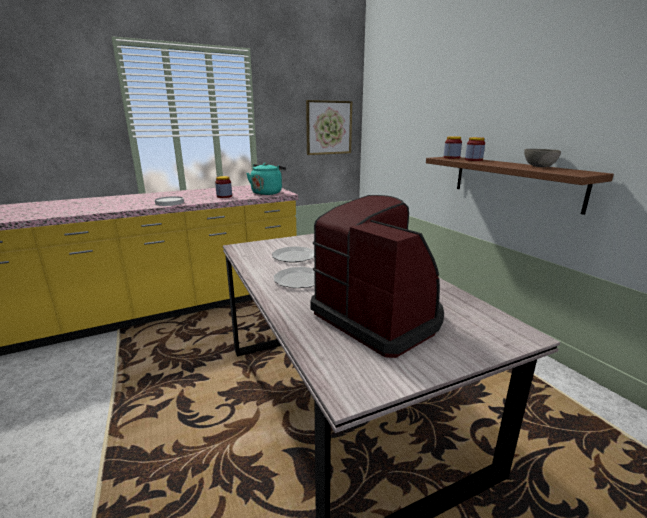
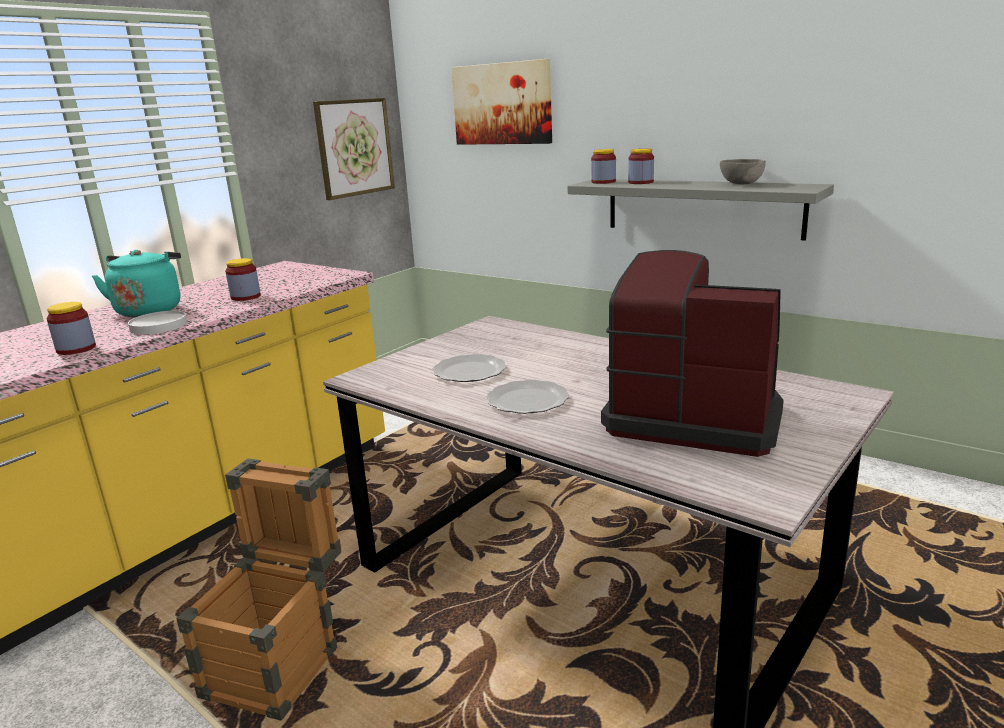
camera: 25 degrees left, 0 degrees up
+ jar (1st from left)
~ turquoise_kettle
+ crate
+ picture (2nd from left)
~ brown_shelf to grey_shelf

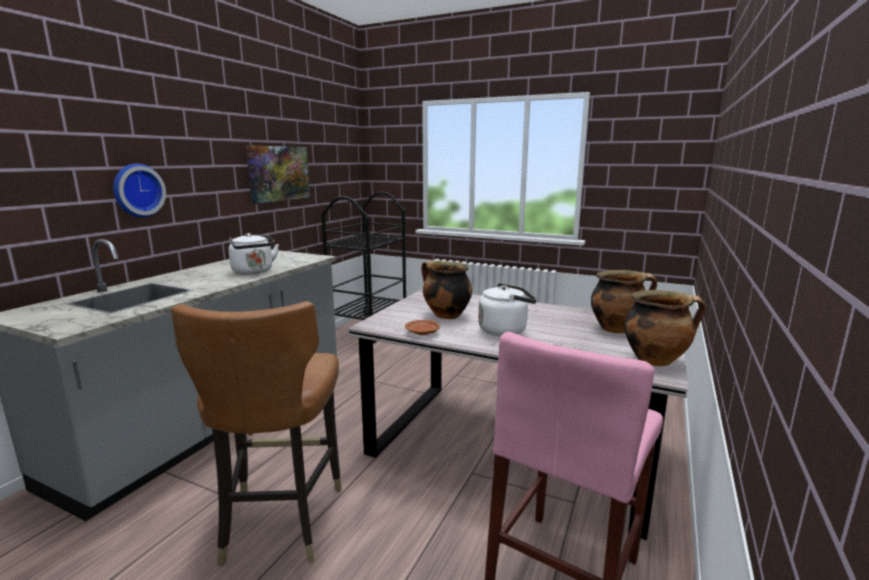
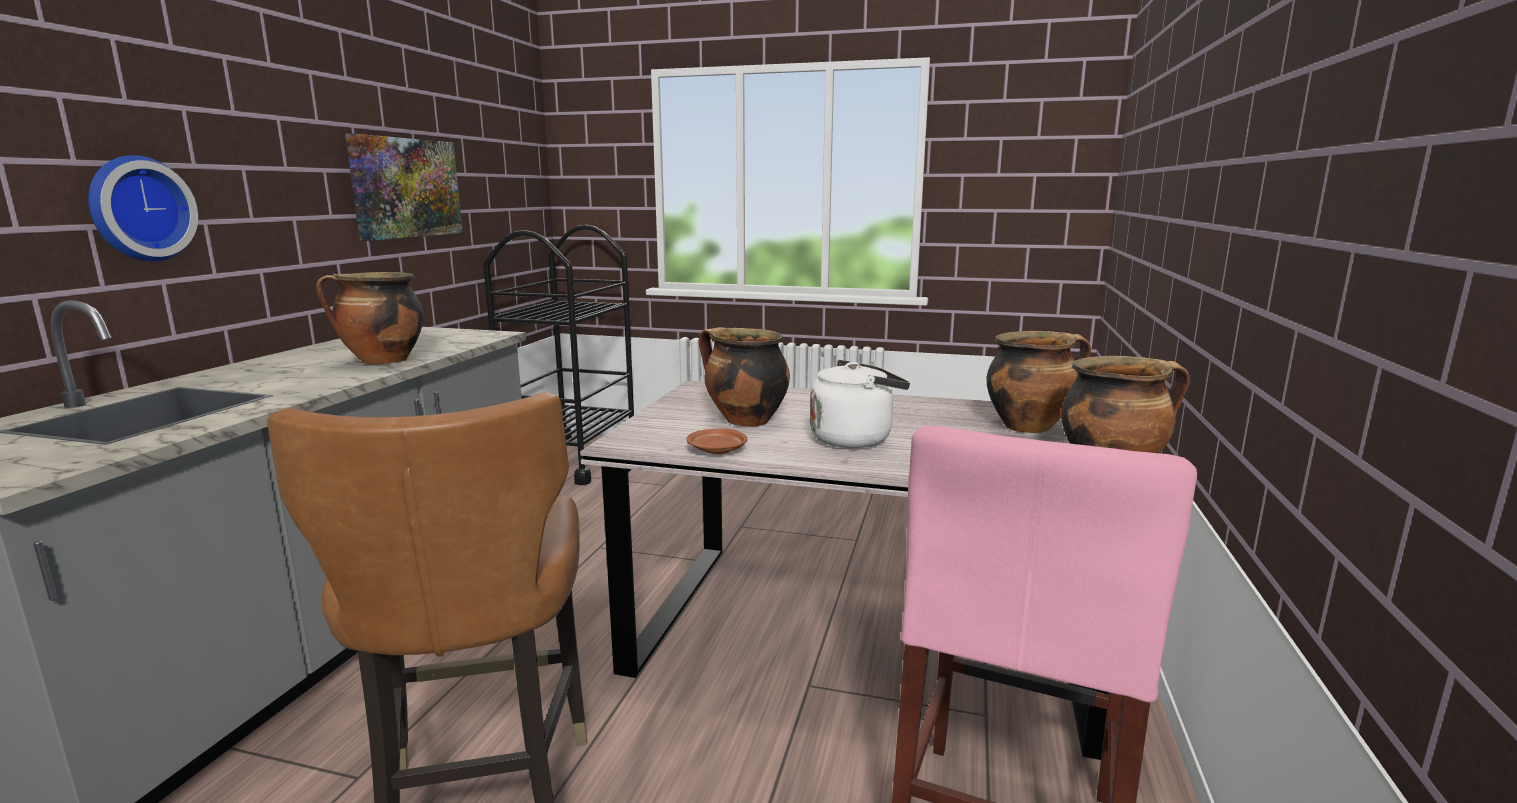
camera: 10 degrees left, 0 degrees up
~ white_kettle (1st from left) to cooking_pot (1st from left)

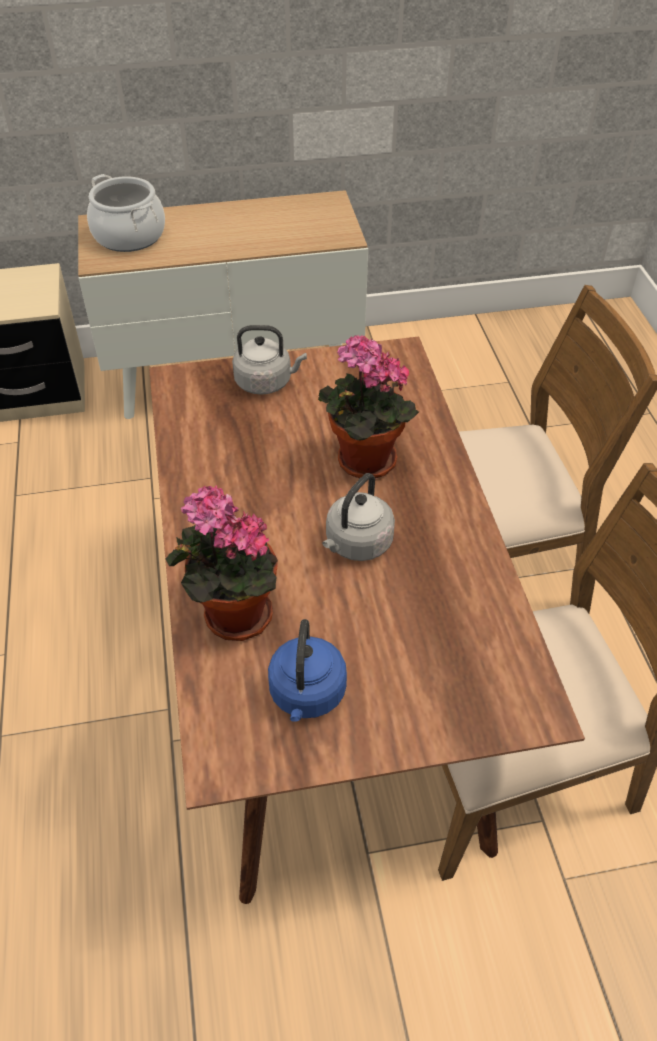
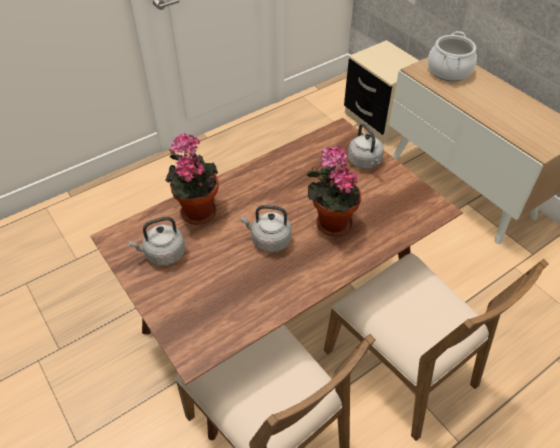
camera: 65 degrees right, 0 degrees up
~ blue_kettle to grey_kettle (1st from left)

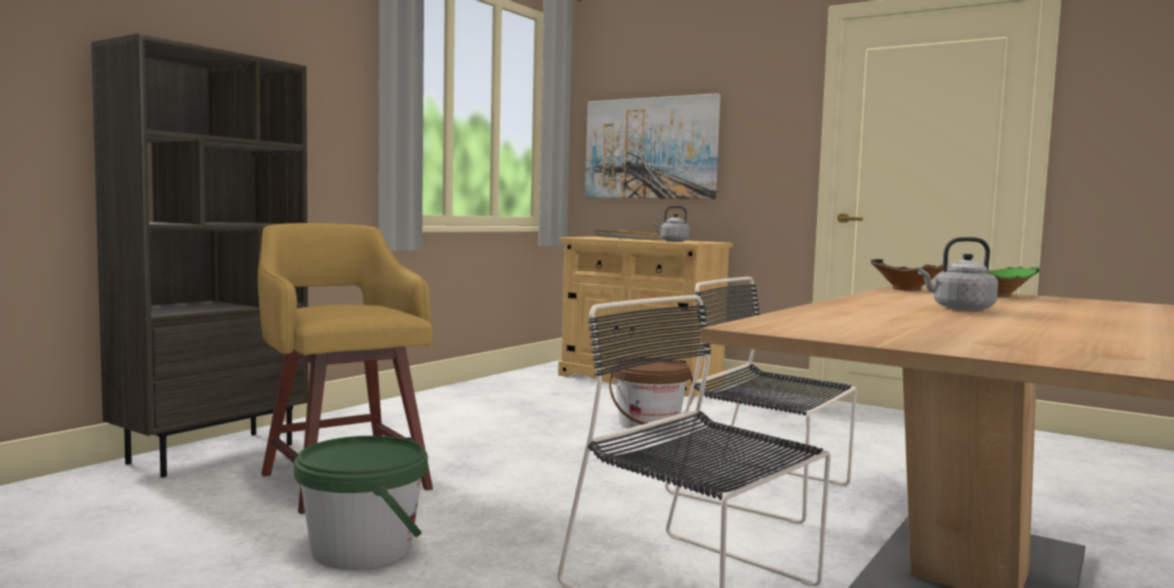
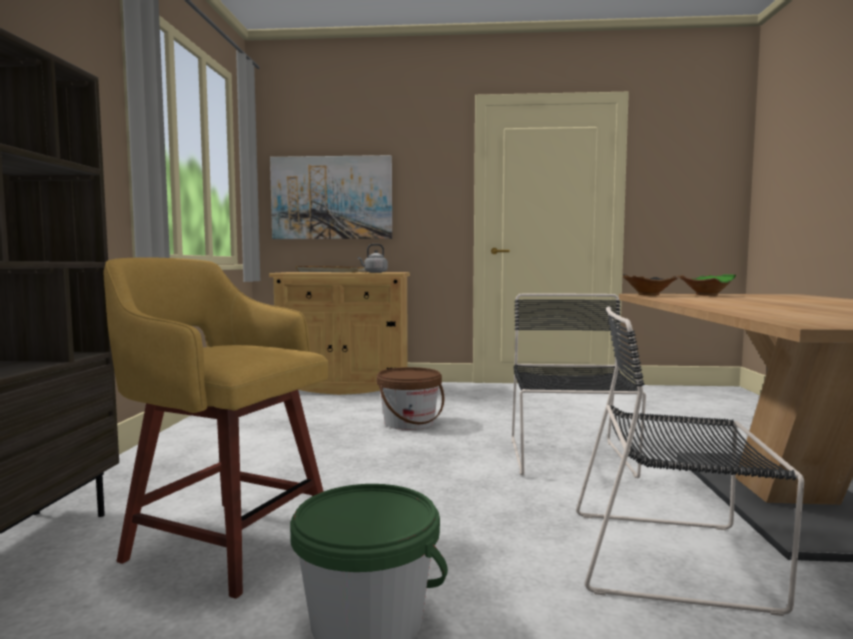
camera: 30 degrees left, 0 degrees up
~ black_chair (2nd from left in the first image) 90 degrees clockwise
- grey_kettle (2nd from left)

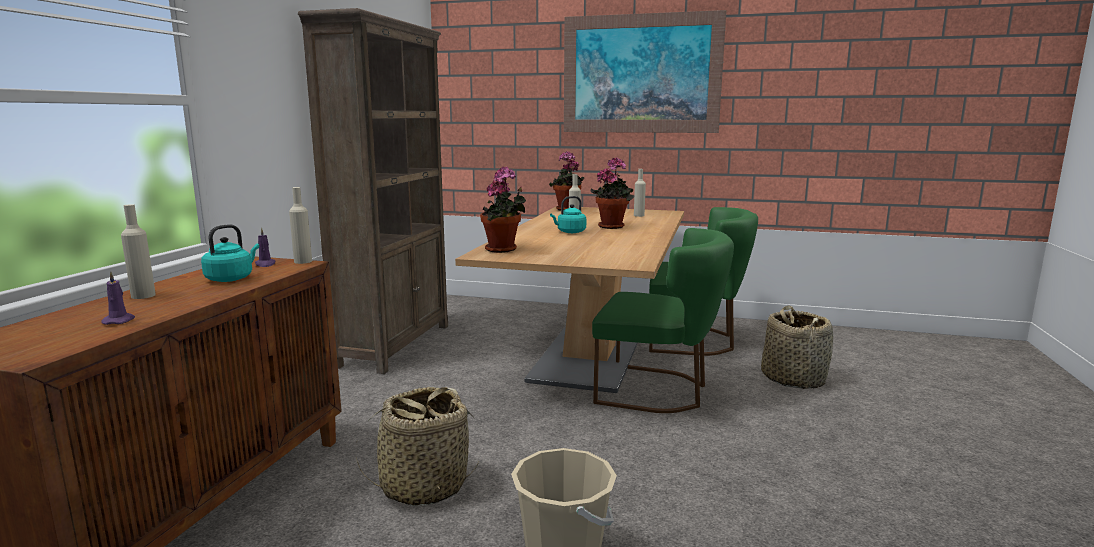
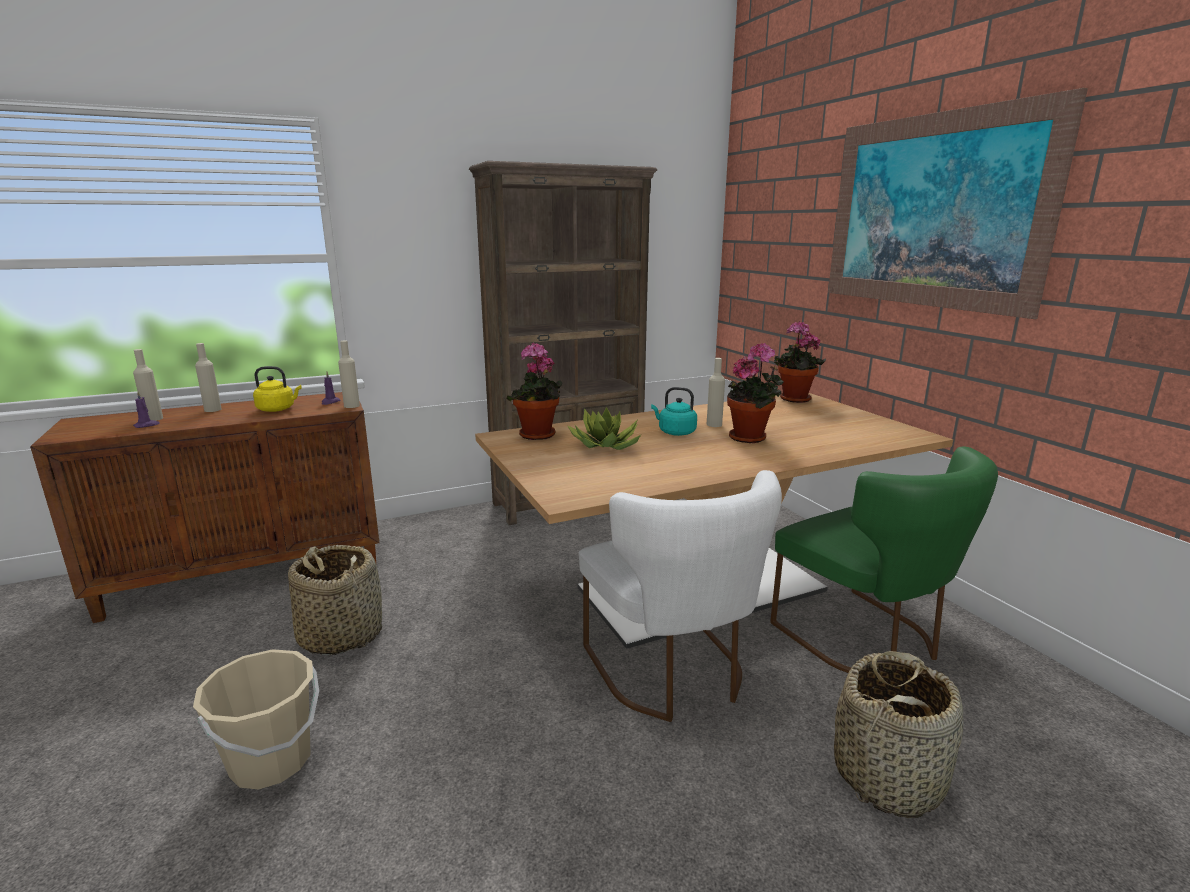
camera: 50 degrees right, 5 degrees up
~ beige_bottle (4th from left in the first image) to beige_bottle (1st from left)
~ turquoise_kettle (1st from left) to yellow_kettle
+ potted_plant (2nd from left)
~ green_chair (1st from left) to white_chair

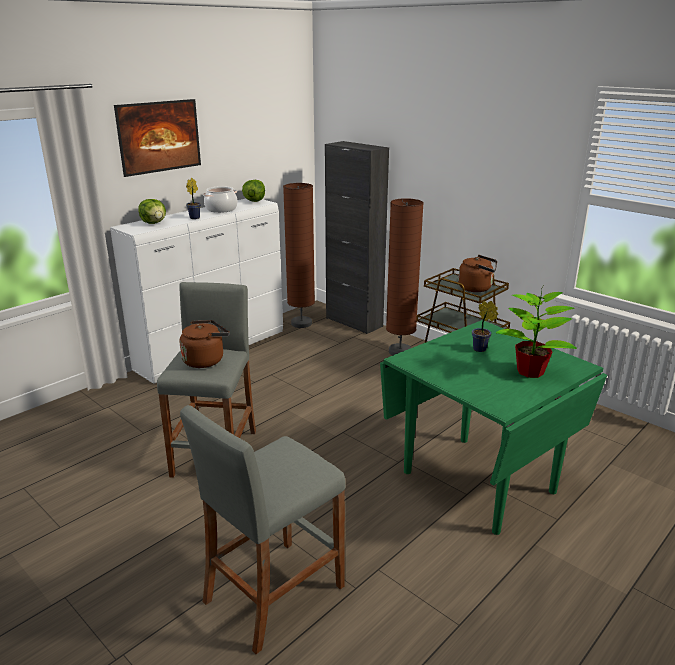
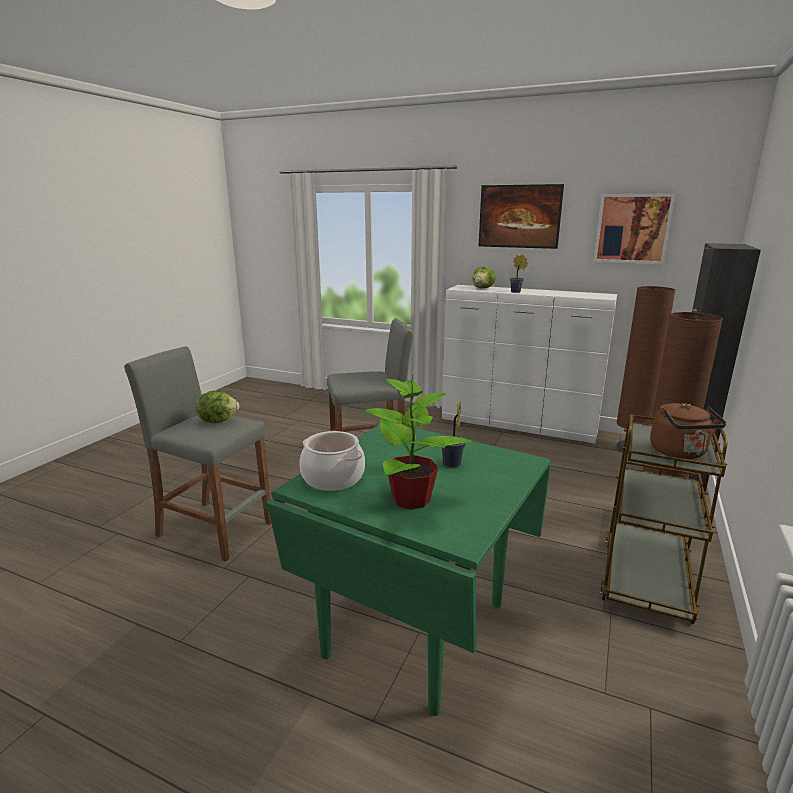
camera: 70 degrees right, 5 degrees down
~ lettuce (2nd from left in the first image) to lettuce (1st from left)
~ cooking_pot
+ picture (2nd from left)
- brown_kettle (1st from left)

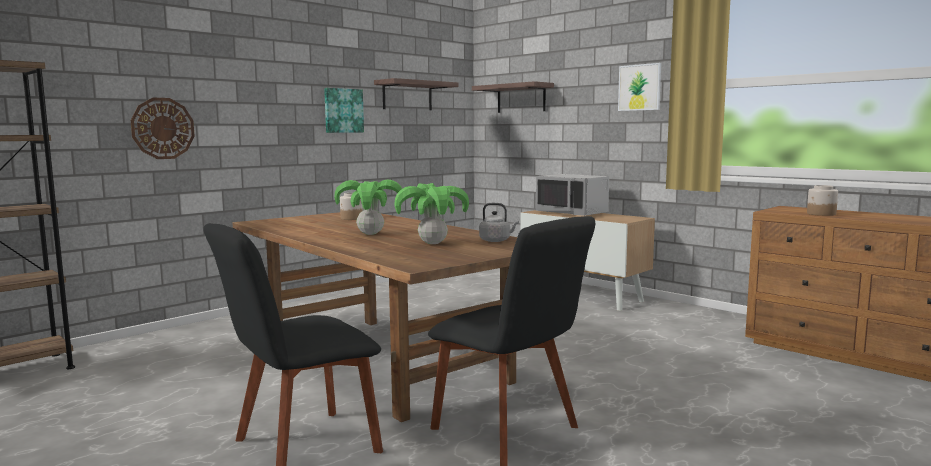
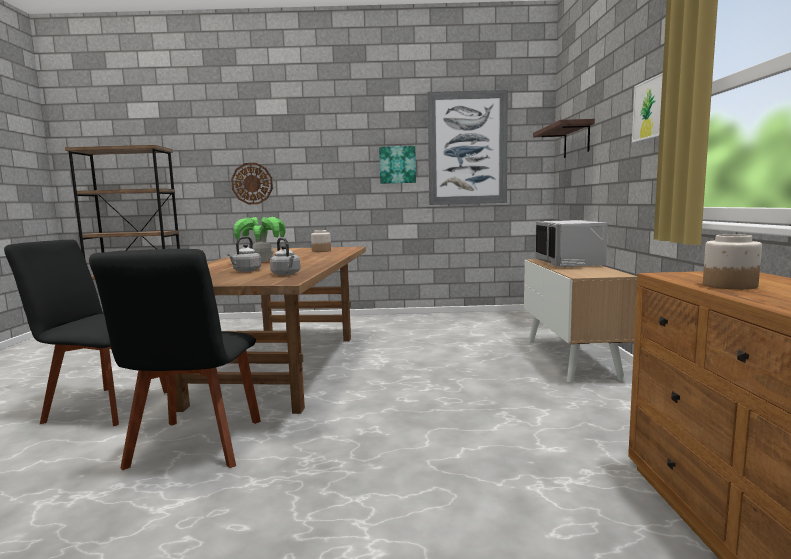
camera: 45 degrees right, 0 degrees up
~ potted_plant (2nd from left) to grey_kettle (1st from left)
~ shelf (1st from left) to picture (2nd from left)

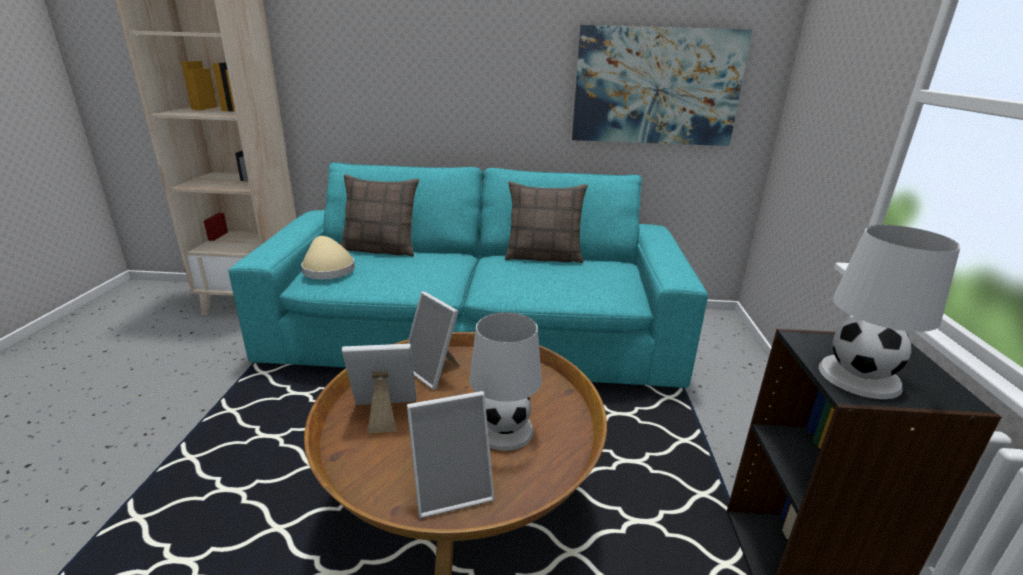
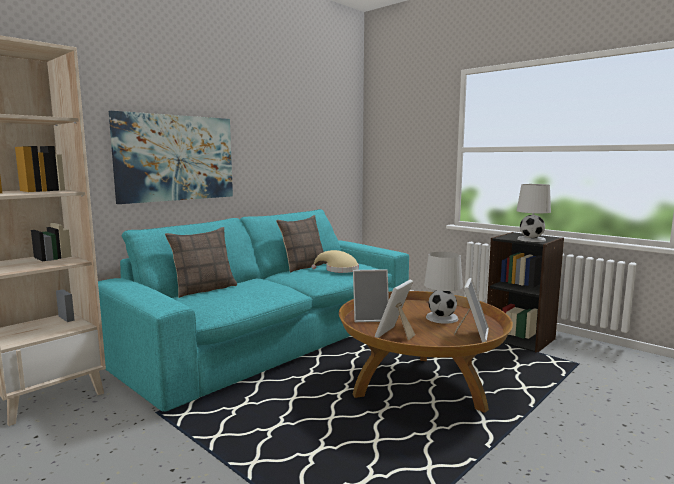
camera: 50 degrees left, 15 degrees down
~ picture
~ beige_hat

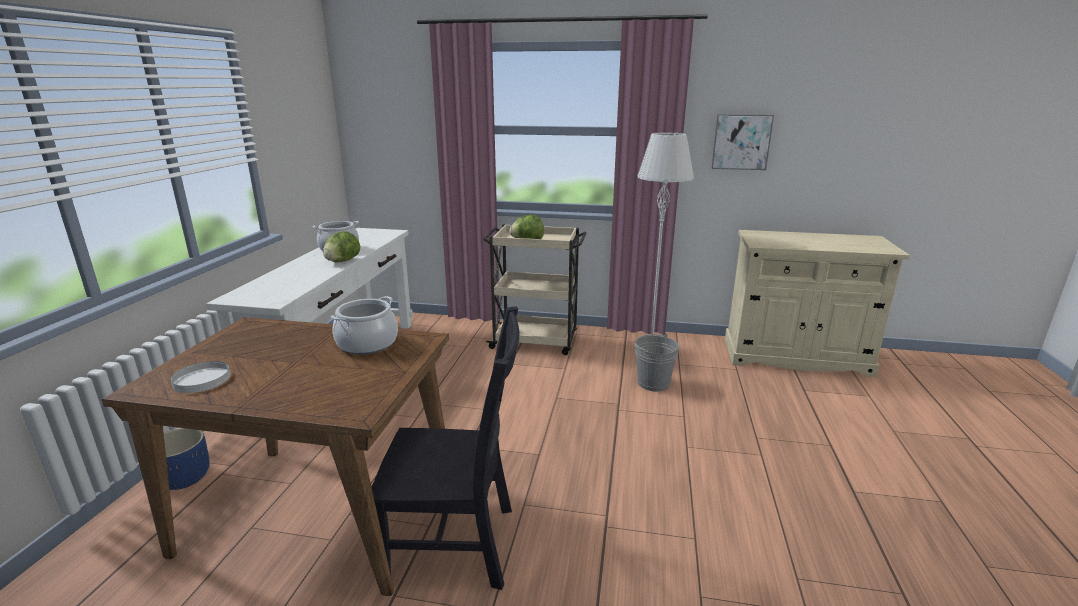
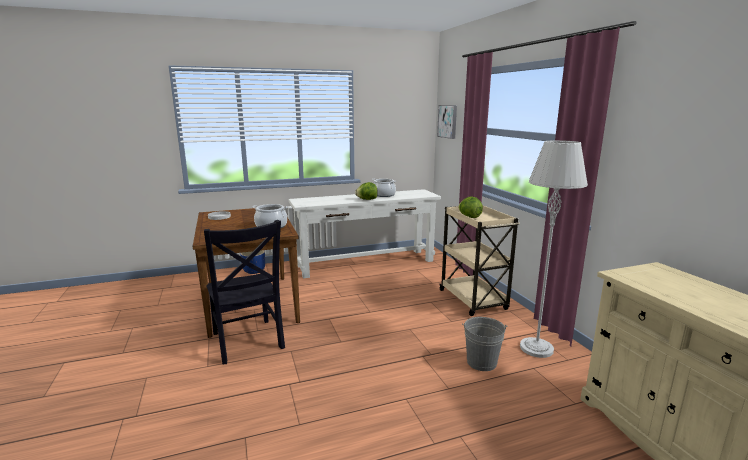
camera: 60 degrees right, 5 degrees down
~ picture

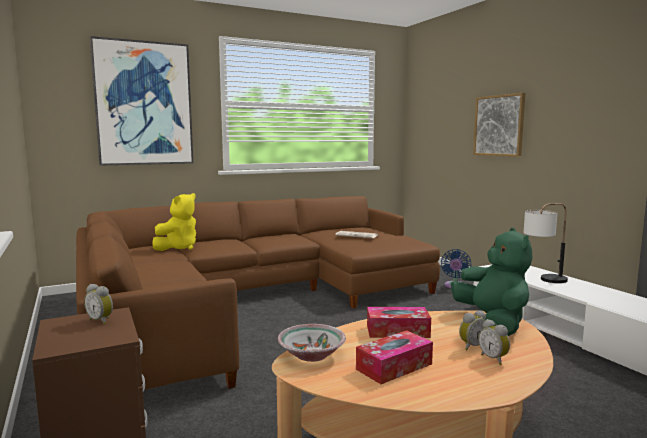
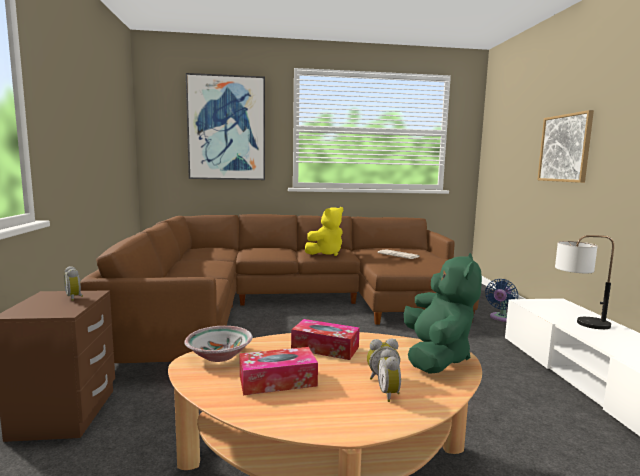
camera: 20 degrees right, 0 degrees up
~ yellow_plush_toy

